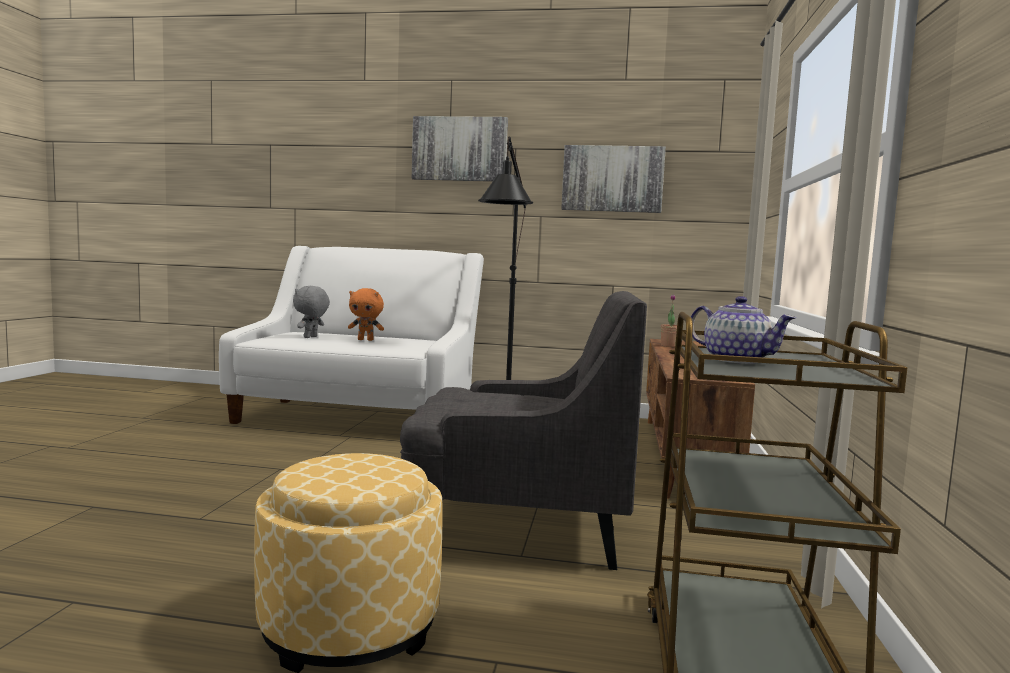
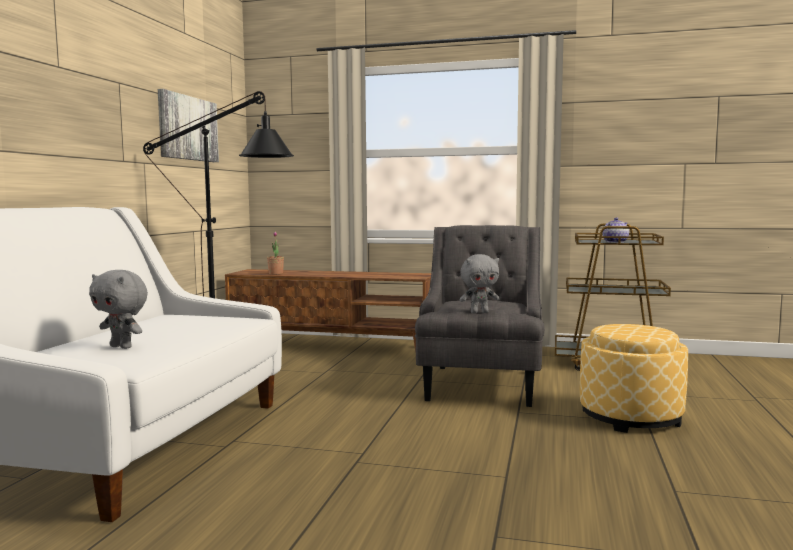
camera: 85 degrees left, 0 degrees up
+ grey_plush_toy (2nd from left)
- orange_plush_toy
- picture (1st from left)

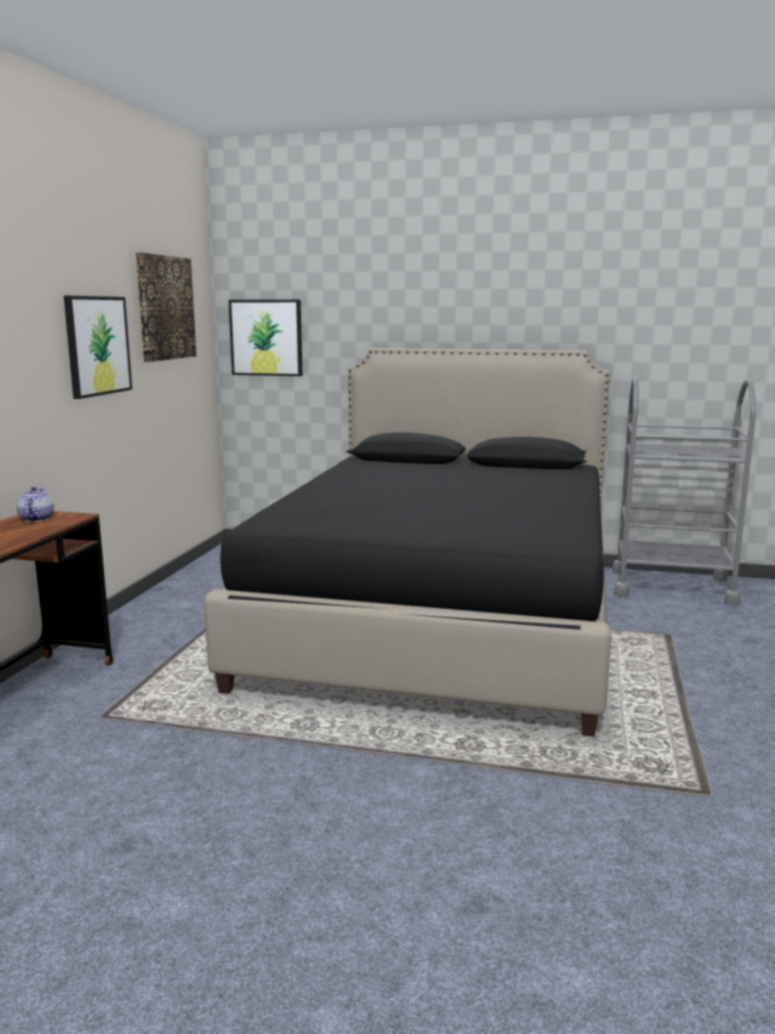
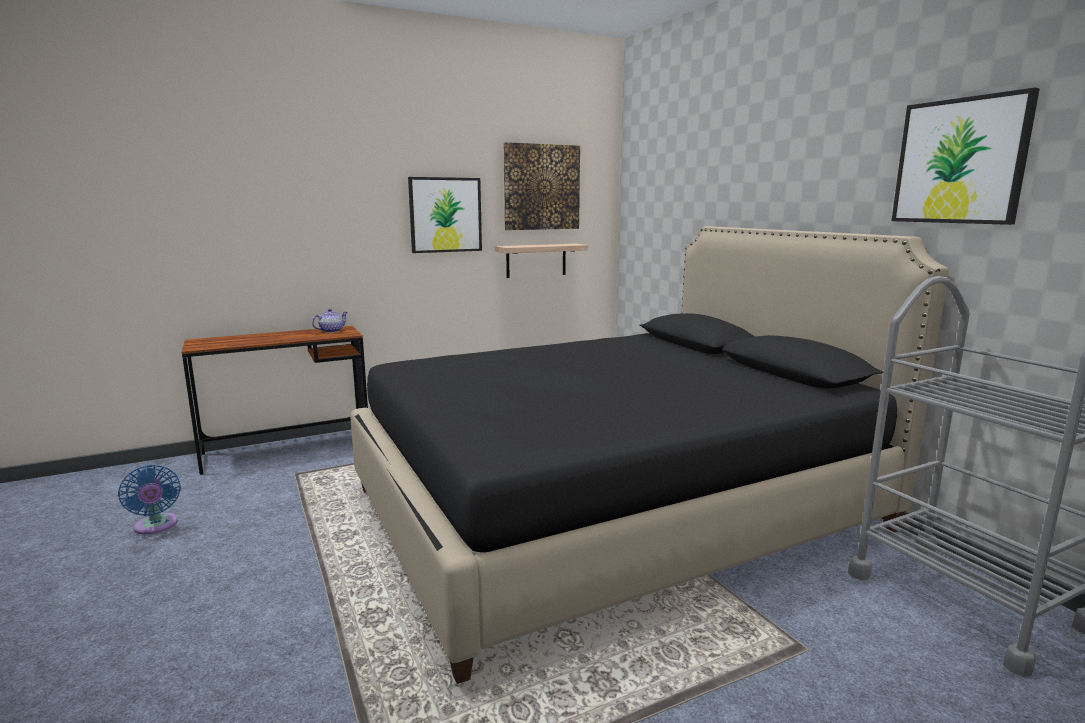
camera: 50 degrees right, 0 degrees up
+ blue_fan
+ shelf
~ picture (3rd from left)

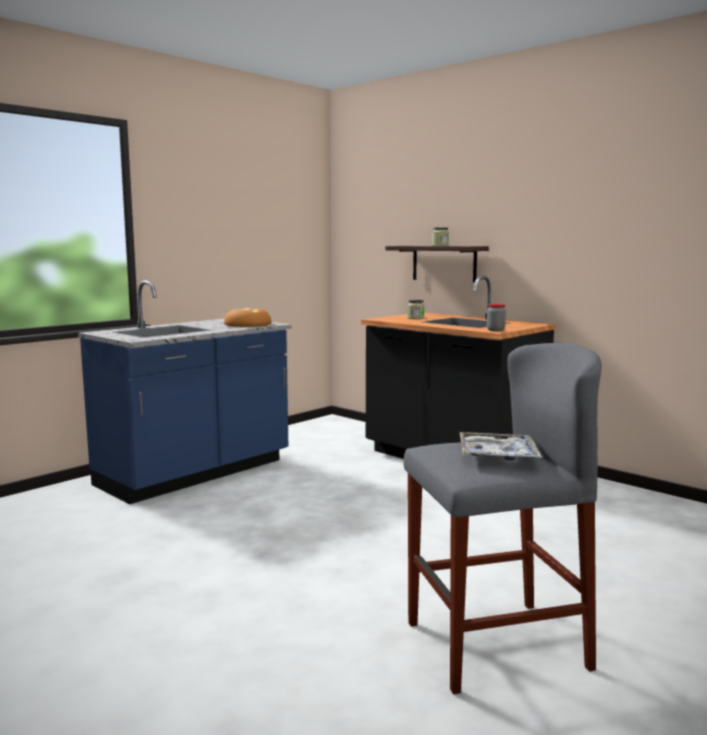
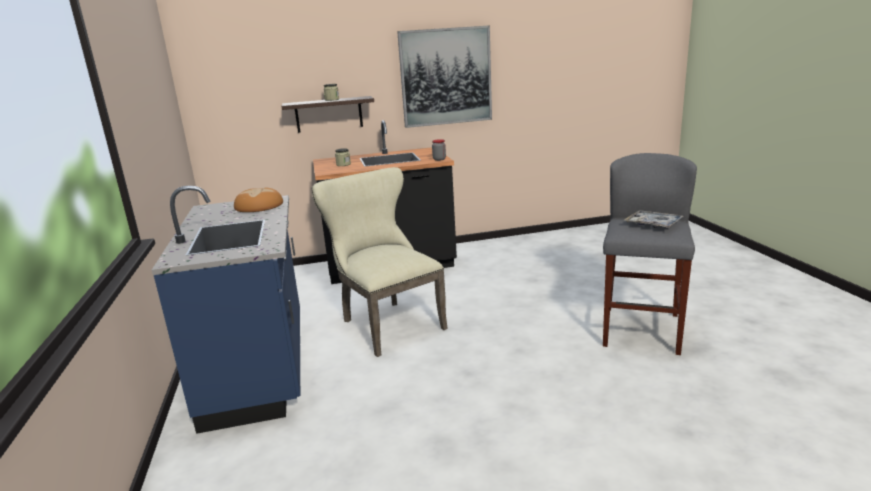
camera: 55 degrees left, 10 degrees up
+ beige_chair
+ picture

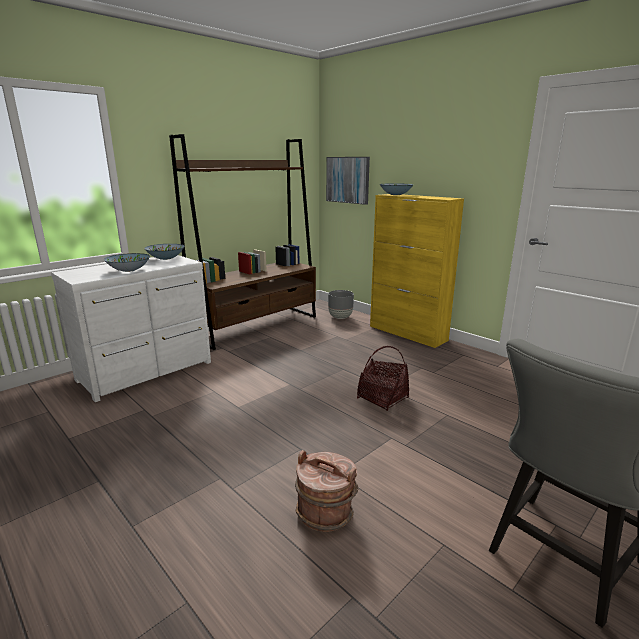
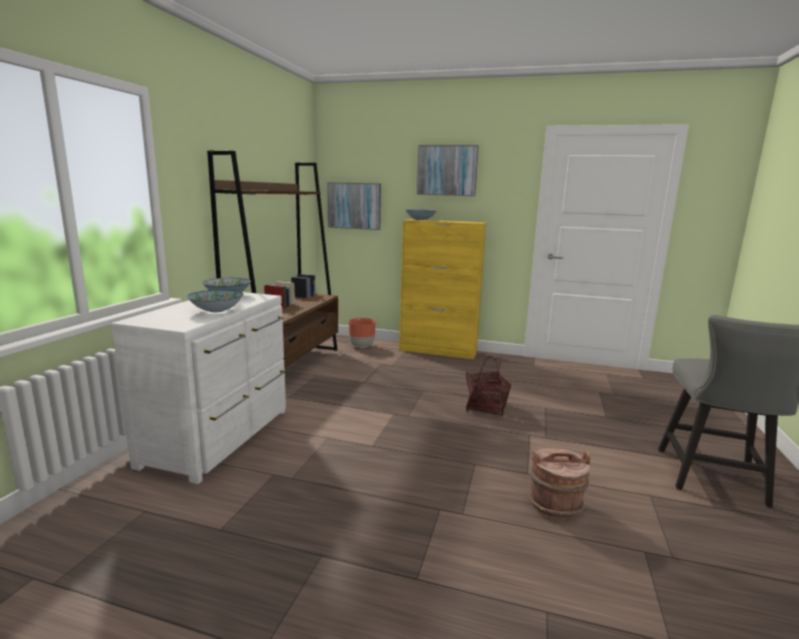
camera: 30 degrees left, 5 degrees down
~ grey_planter to brown_planter
+ picture (2nd from left)

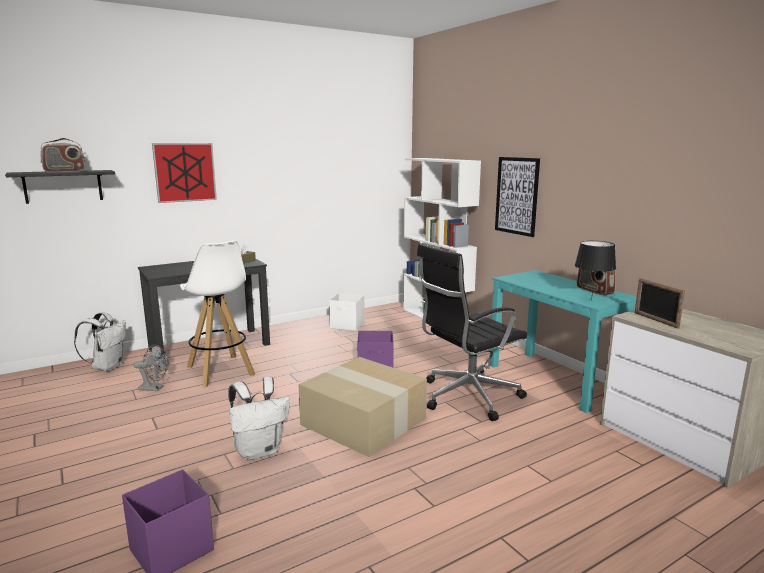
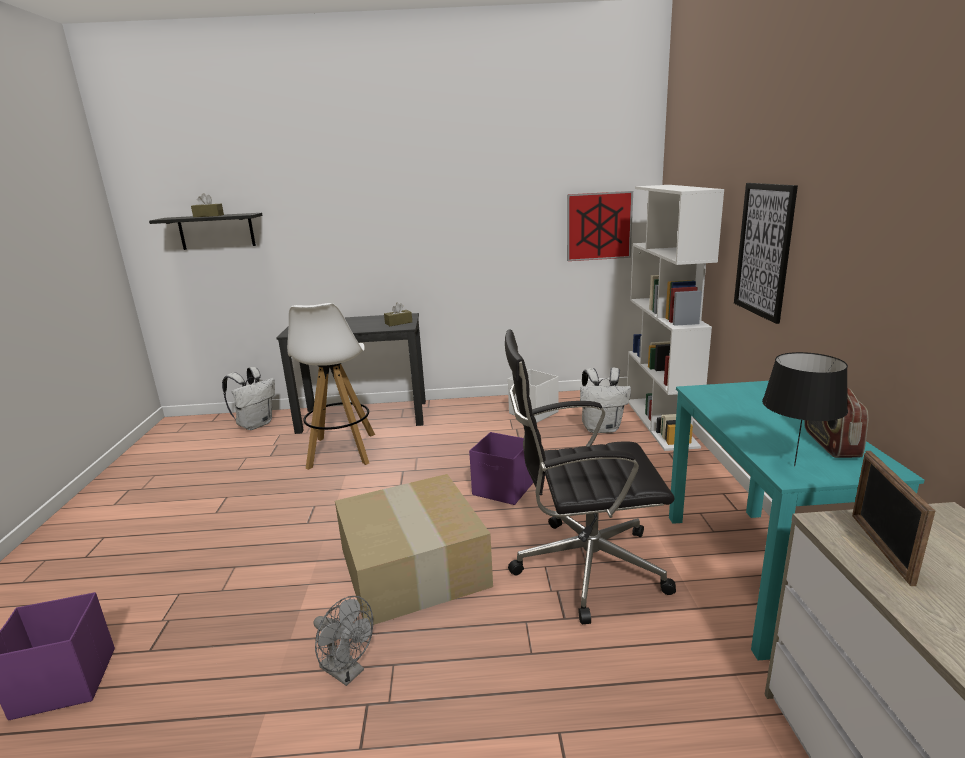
camera: 30 degrees right, 5 degrees up
~ radio (1st from left) to brown_tissue_box (1st from left)
~ grey_fan
~ picture (1st from left)
~ white_backpack (2nd from left)

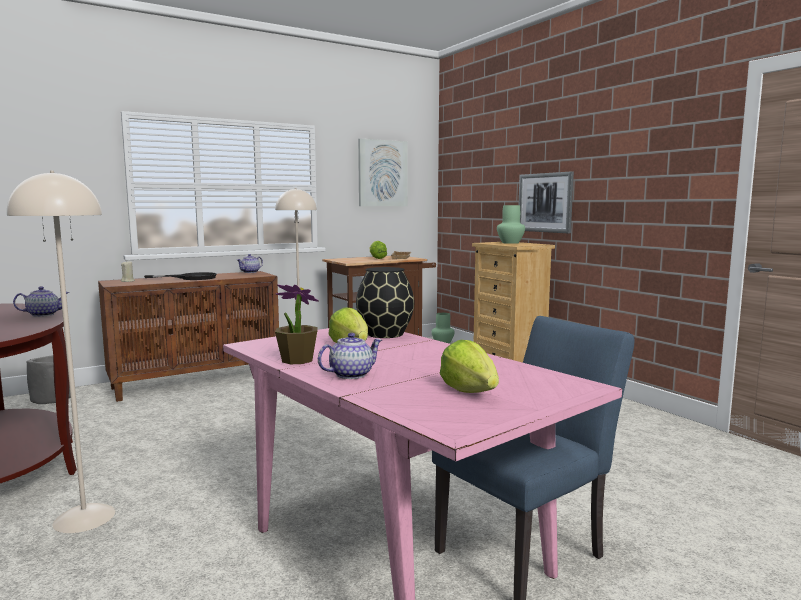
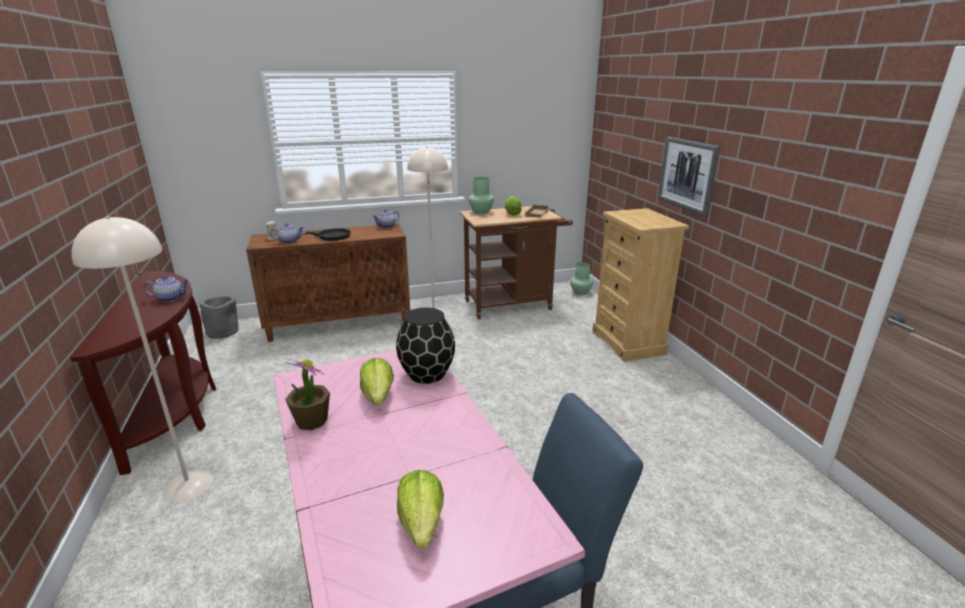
camera: 15 degrees right, 15 degrees up
~ teapot (3rd from left in the first image) to teapot (2nd from left)
~ green_vase (2nd from left in the first image) to green_vase (1st from left)
- picture (1st from left)

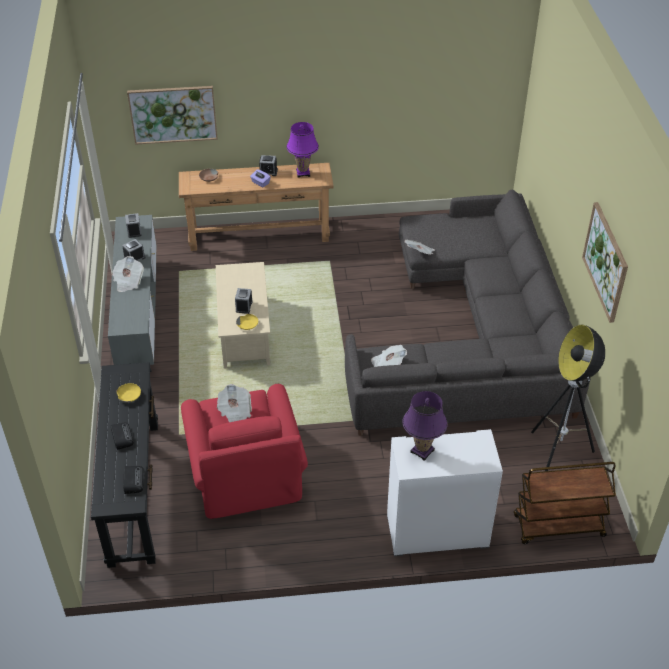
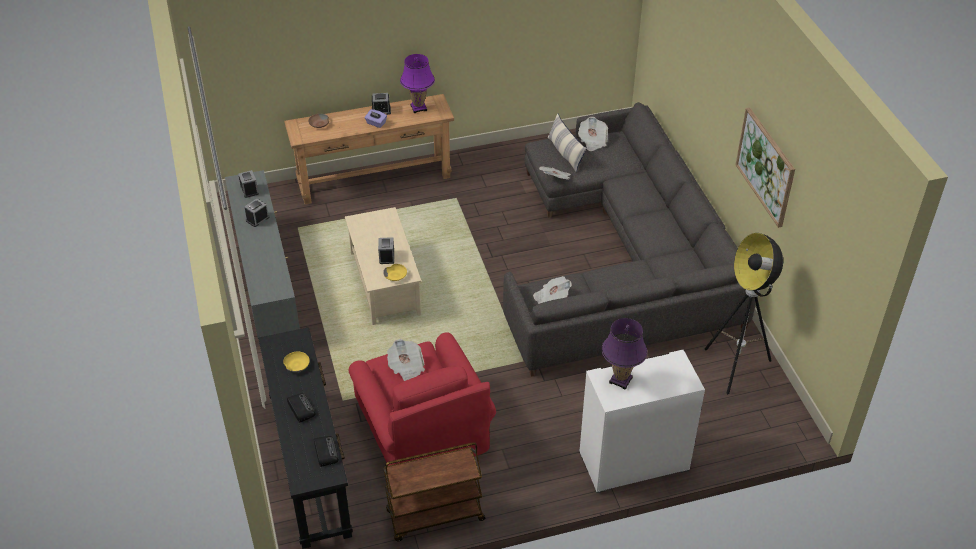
camera: 10 degrees left, 0 degrees up
~ brown_cart
+ pillow
~ newspaper (1st from left in the first image) to newspaper (4th from left)
- picture (1st from left)

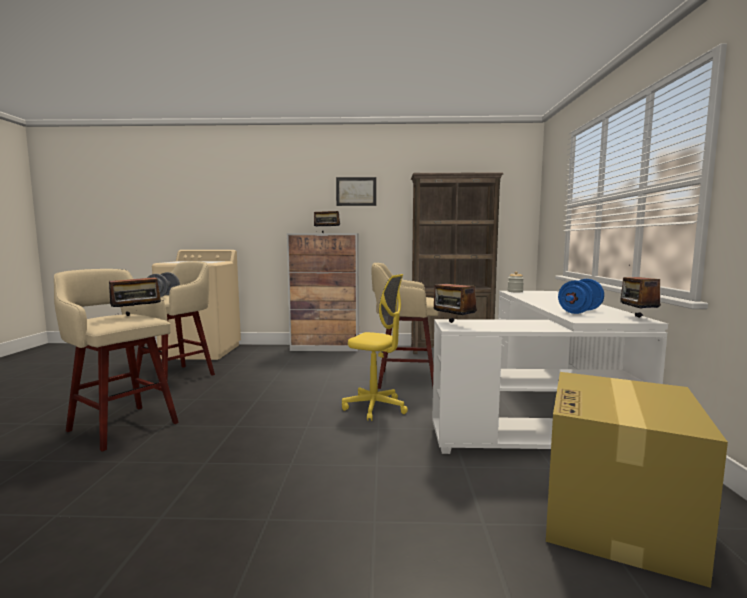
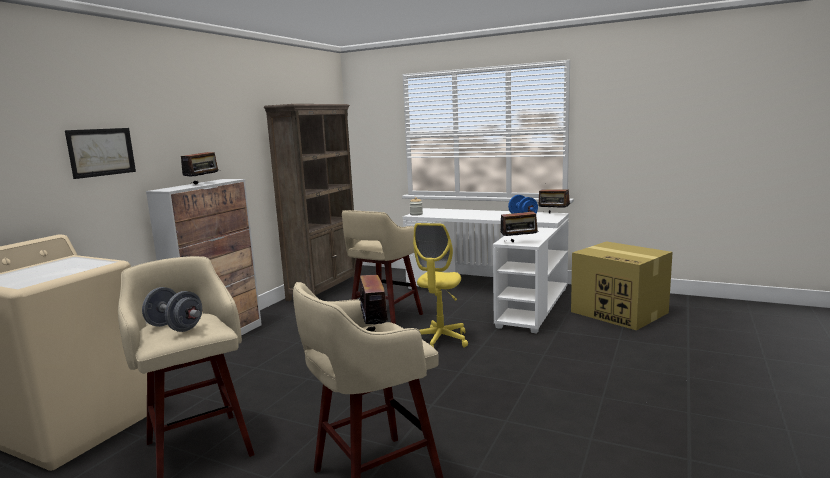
camera: 65 degrees left, 5 degrees up
~ picture
~ yellow_office_chair 150 degrees clockwise

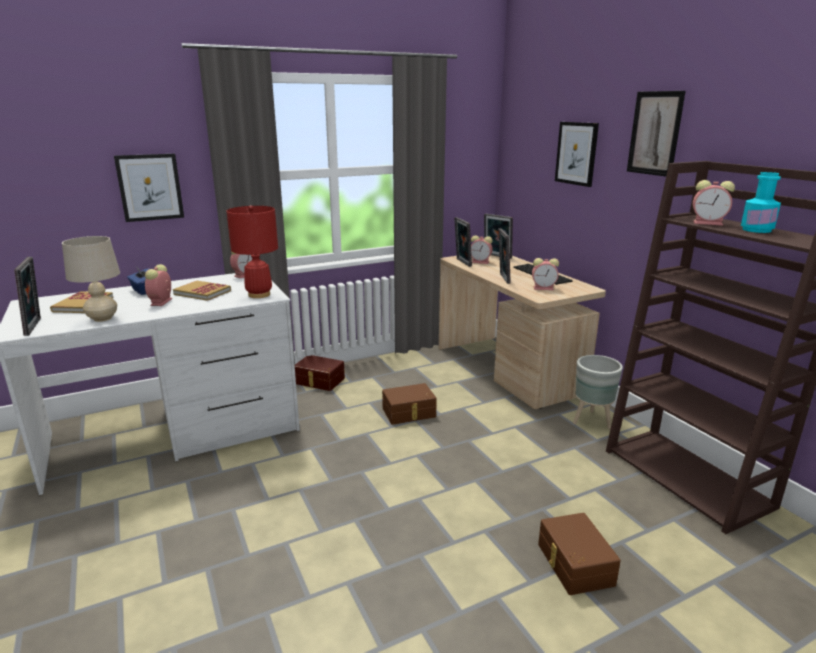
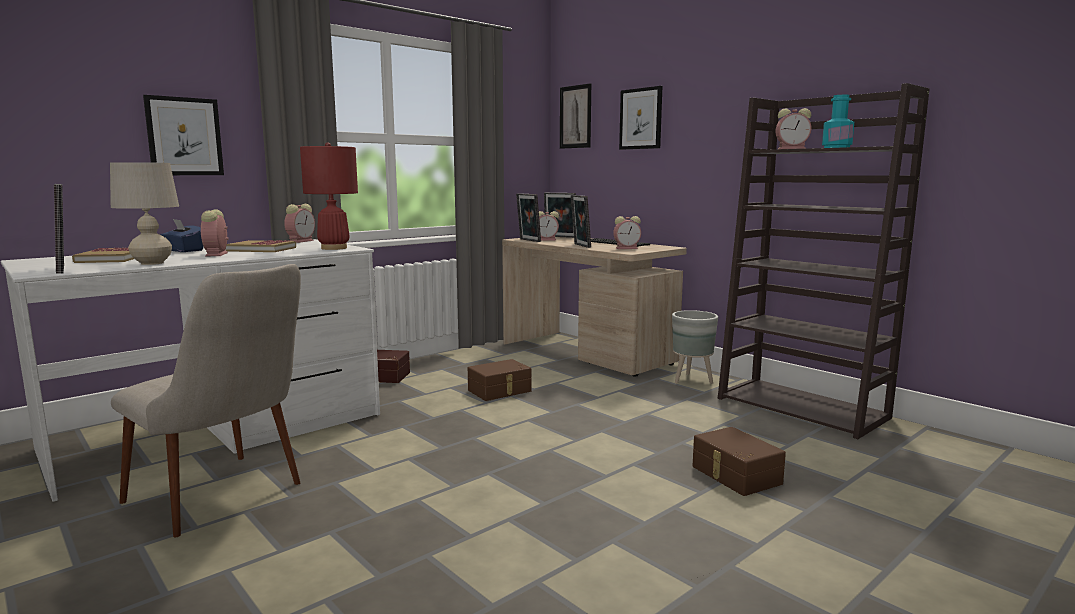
camera: 15 degrees left, 10 degrees down
+ beige_chair
~ picture (3rd from left in the first image) to picture (2nd from left)

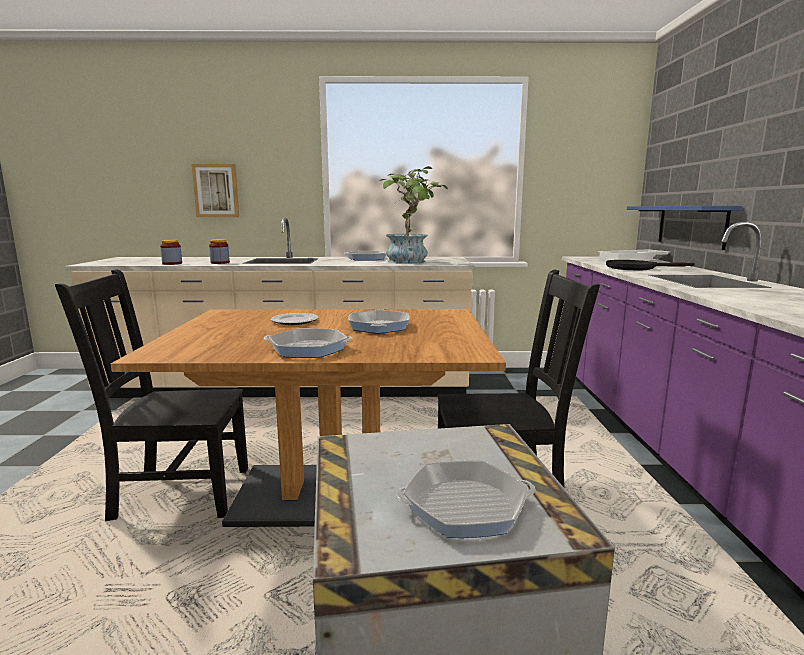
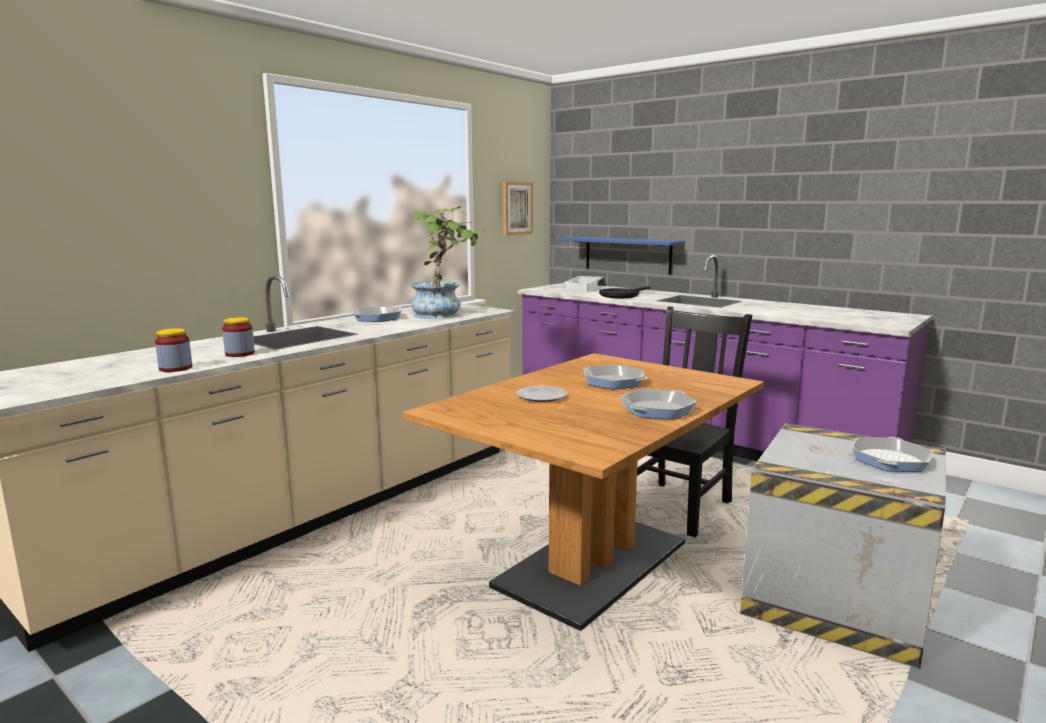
camera: 50 degrees left, 0 degrees up
~ picture
- black_chair (1st from left)

